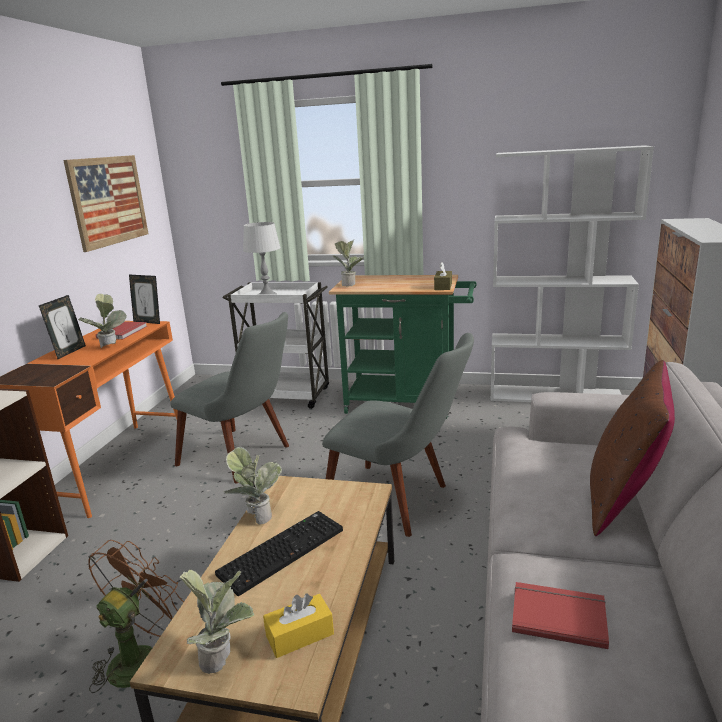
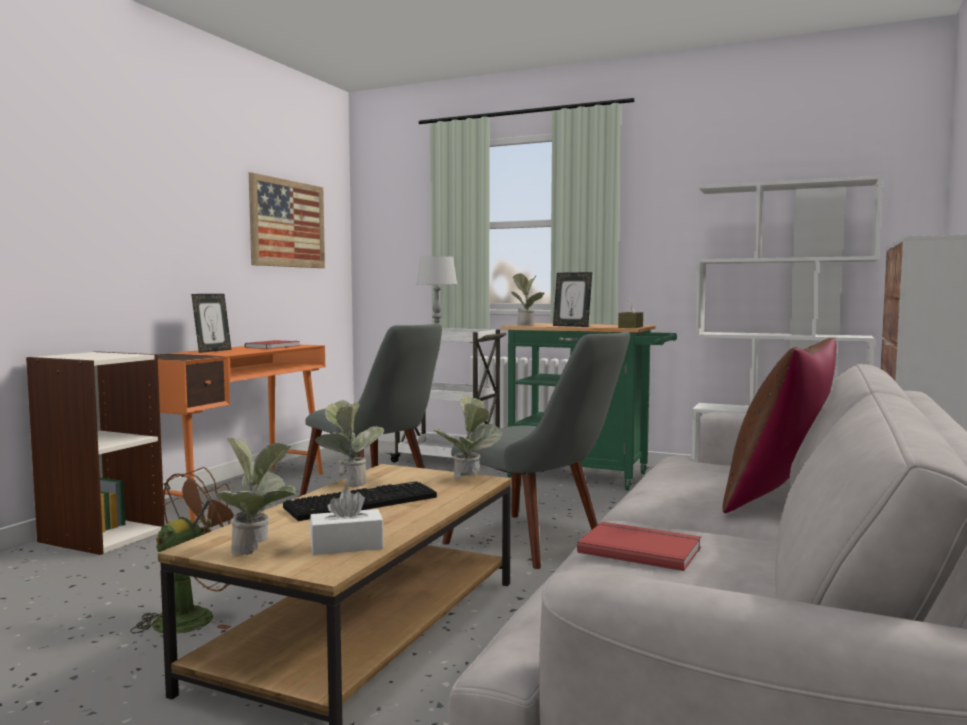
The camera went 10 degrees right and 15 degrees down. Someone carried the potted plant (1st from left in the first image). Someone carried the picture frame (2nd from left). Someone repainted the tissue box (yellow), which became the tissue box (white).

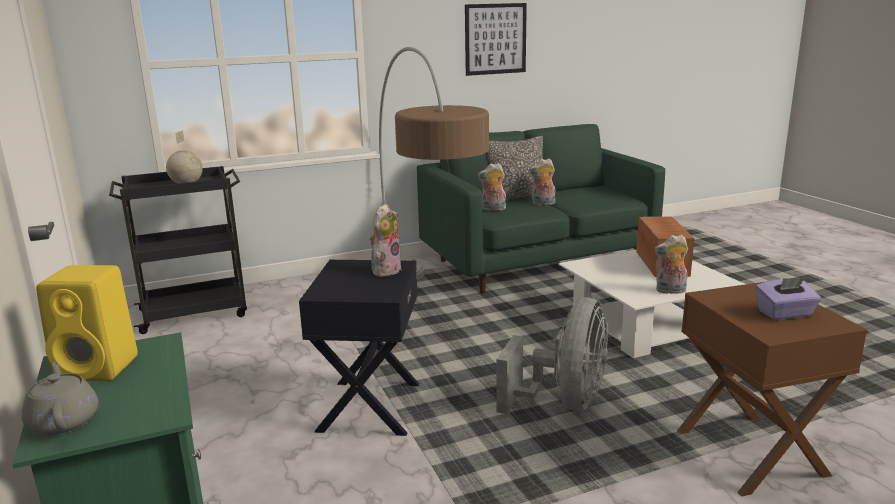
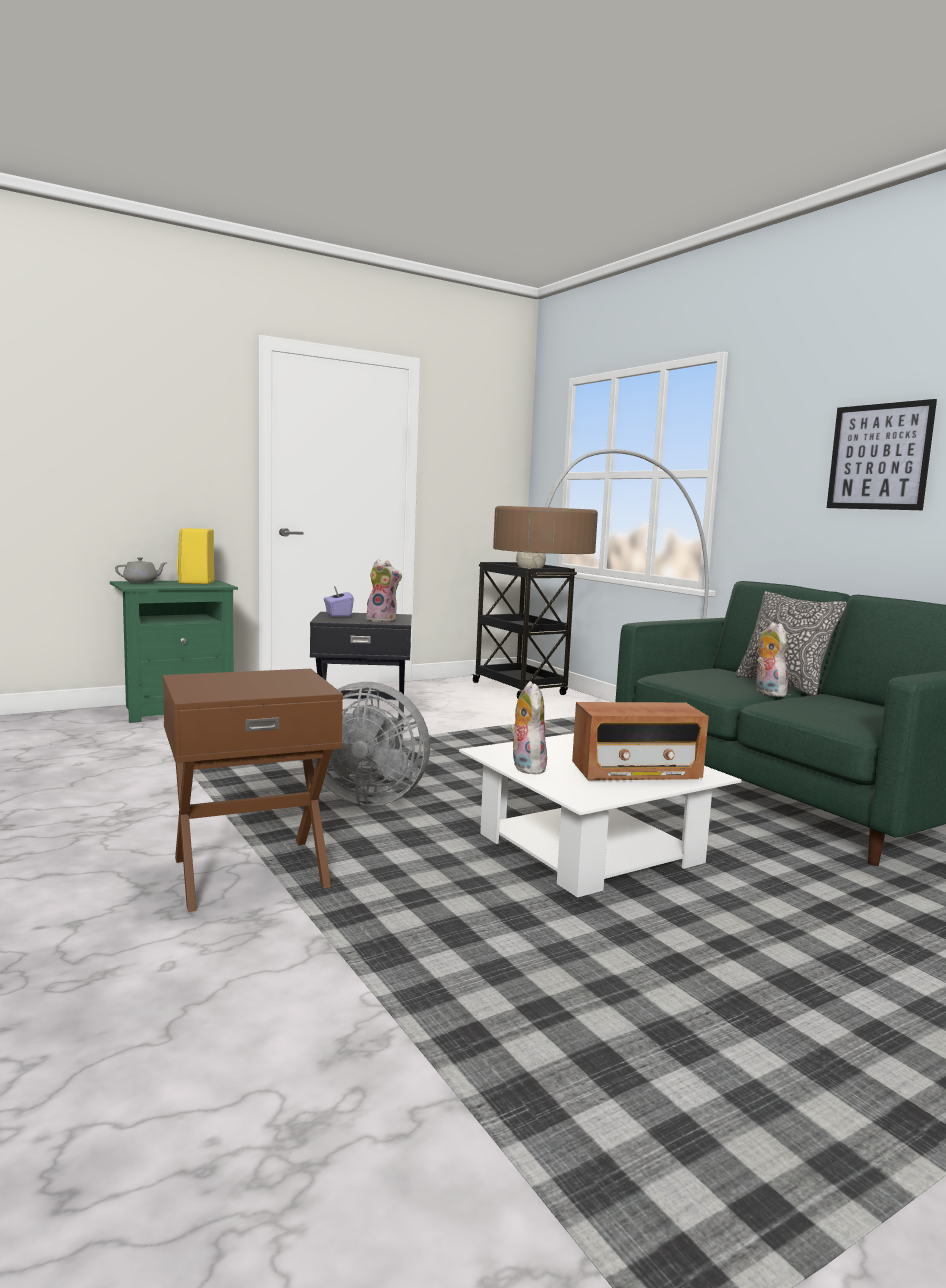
The camera went 80 degrees right and 10 degrees down. Someone took away the plush toy (2nd from left). Someone carried the tissue box (purple).

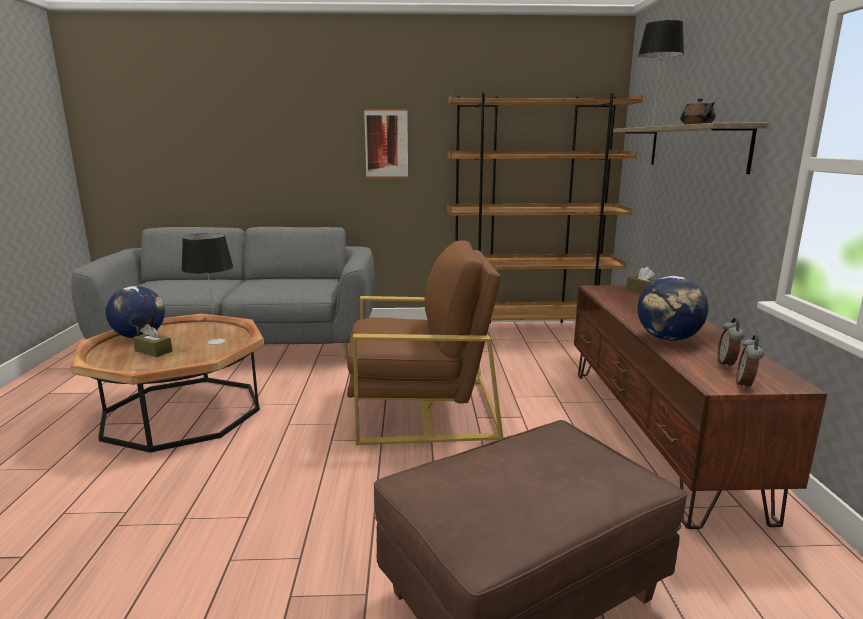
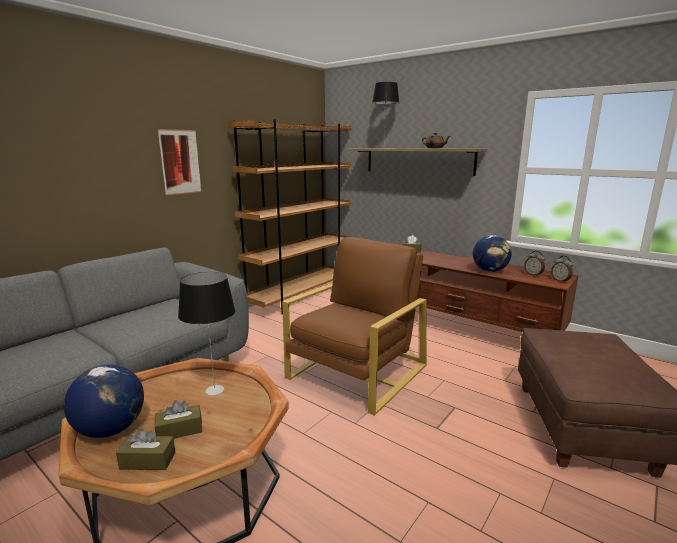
The camera went 50 degrees left and 0 degrees up. Someone put down the tissue box (brown) (1st from left).

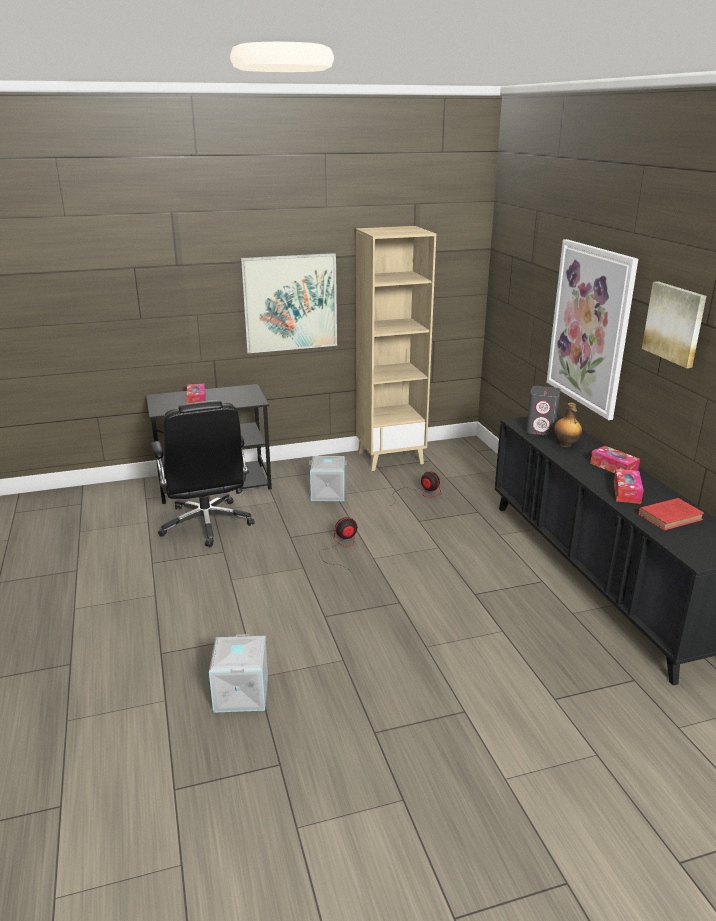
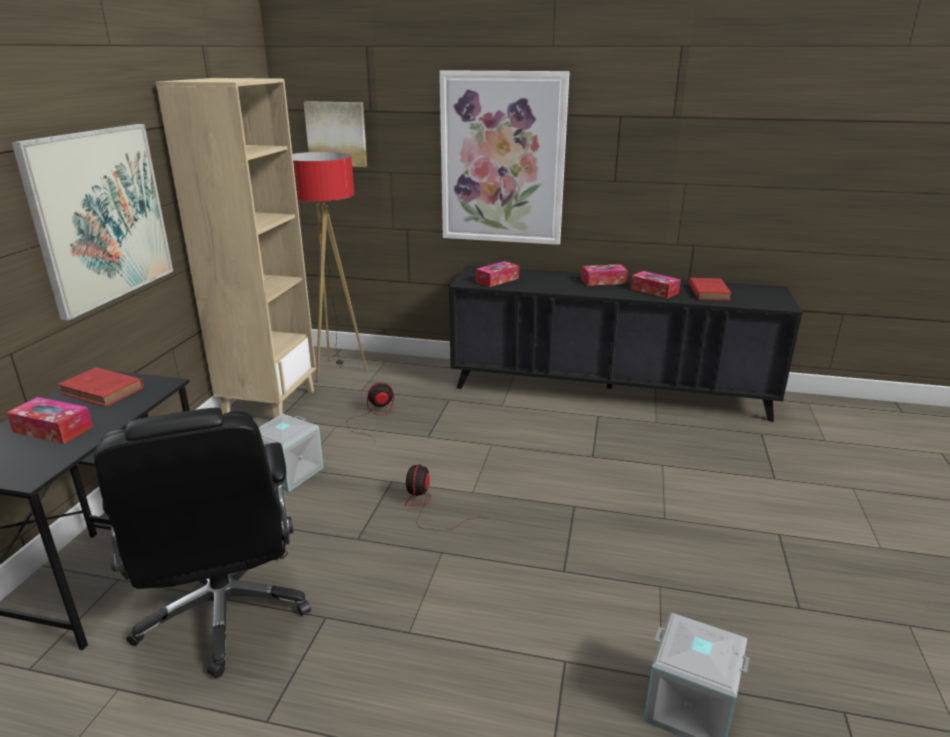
The camera went 60 degrees left and 0 degrees up. Someone rotated the office chair (black) by 60 degrees clockwise. Someone swapped the speaker (grey) for the tissue box (2nd from left). Someone took away the bottle. Someone carried the picture (3rd from left in the first image). Someone put down the book (red) (1st from left). Someone put down the floor lamp.

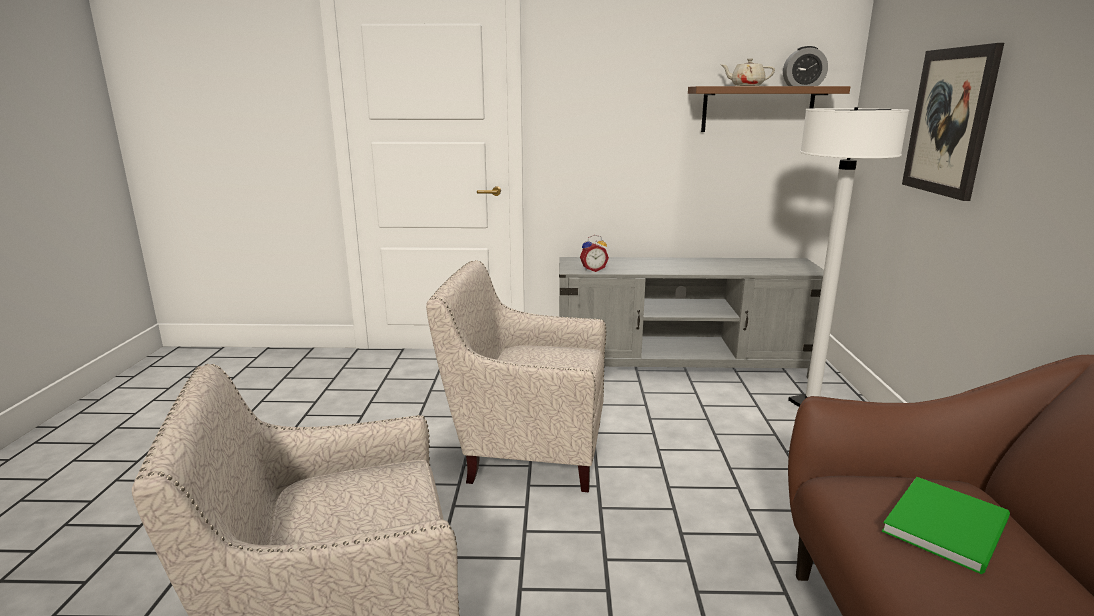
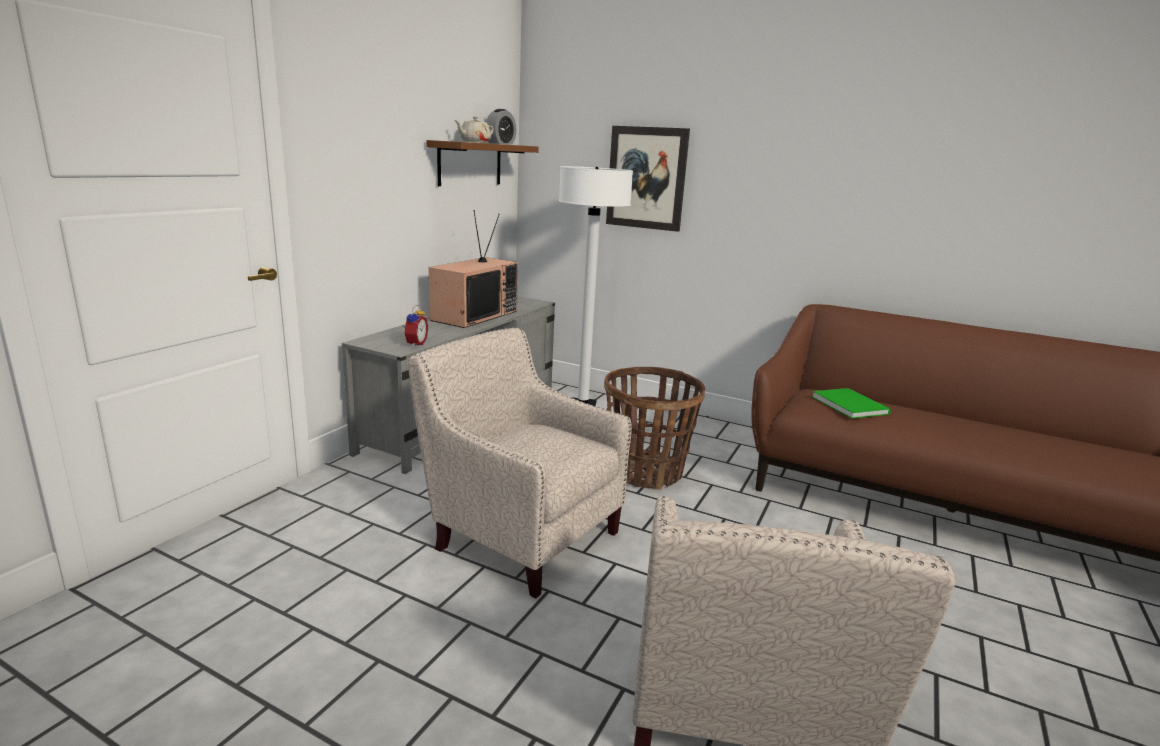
The camera went 65 degrees left and 0 degrees up. Someone rotated the armchair (beige) (2nd from left in the first image) by 90 degrees clockwise. Someone put down the television. Someone put down the basket.

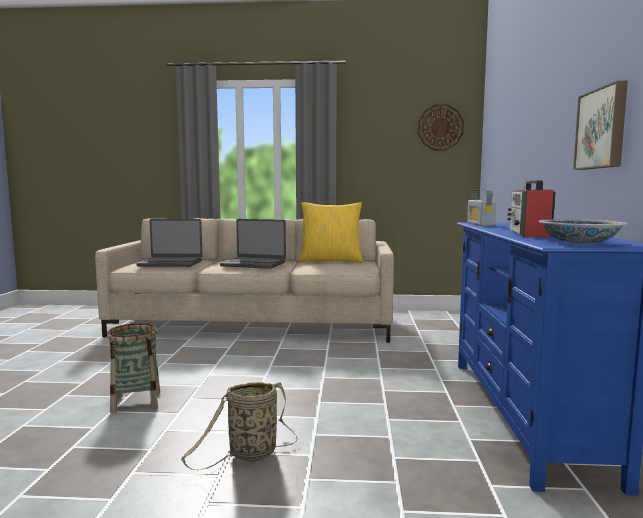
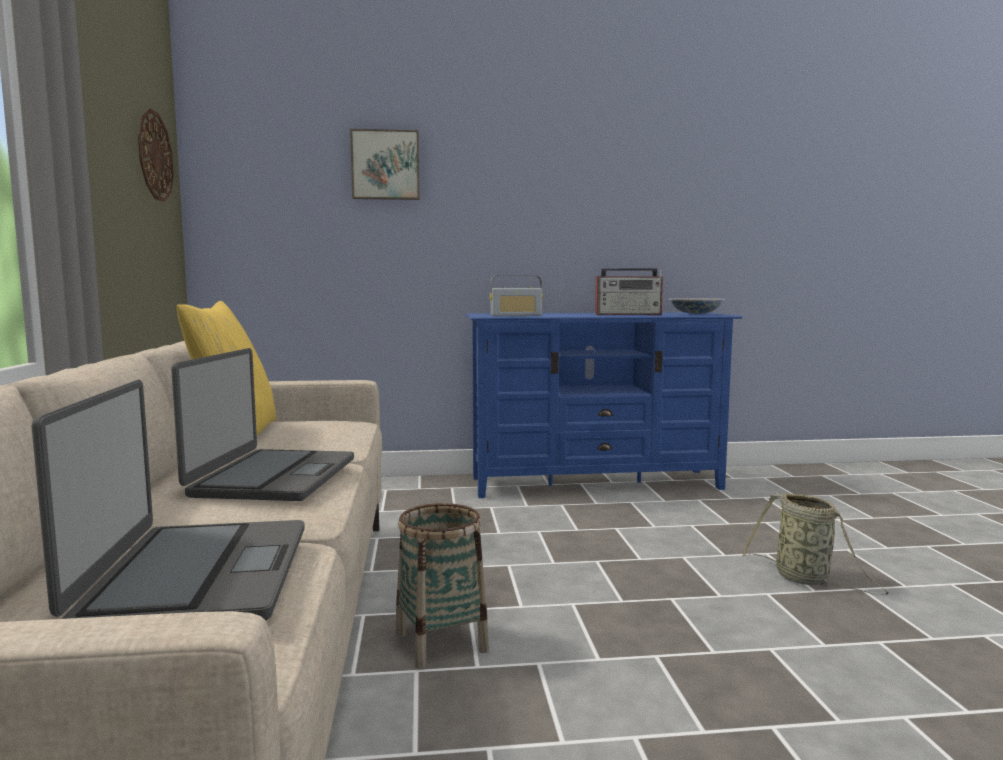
The camera went 100 degrees left and 0 degrees up. Someone carried the basket (1st from left). Someone carried the picture.

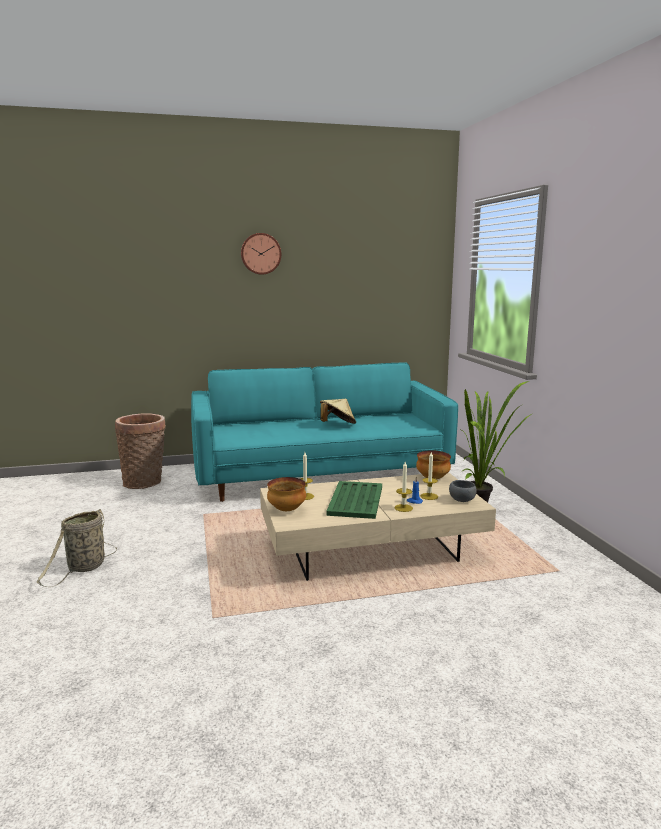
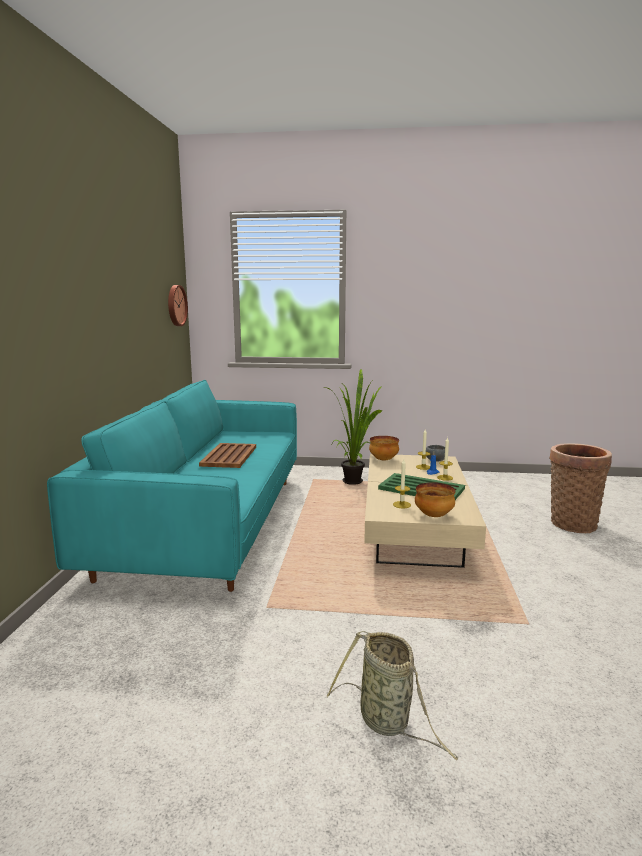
The camera went 70 degrees left and 0 degrees up. Someone carried the basket (2nd from left). Someone carried the wall clock. Someone swapped the hat (beige) for the tray (brown).

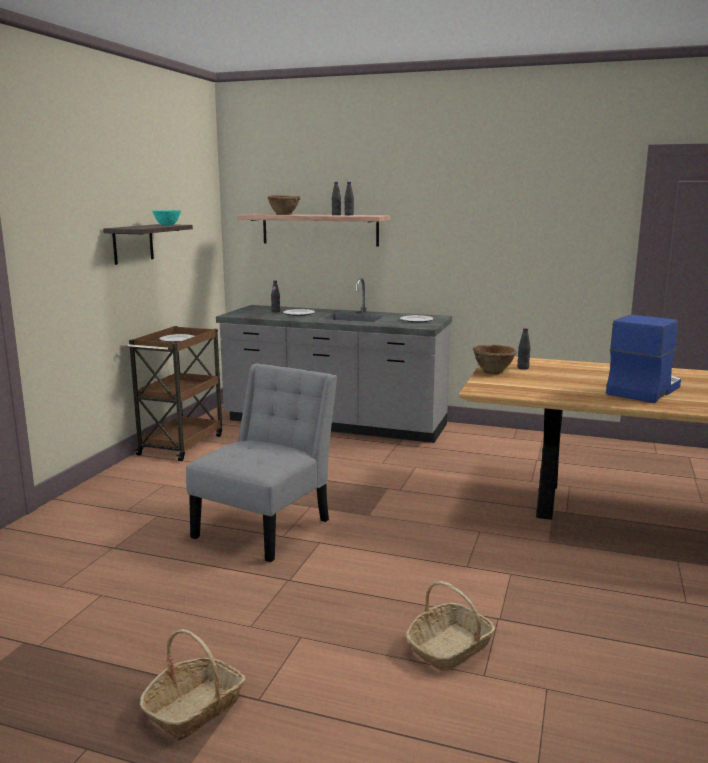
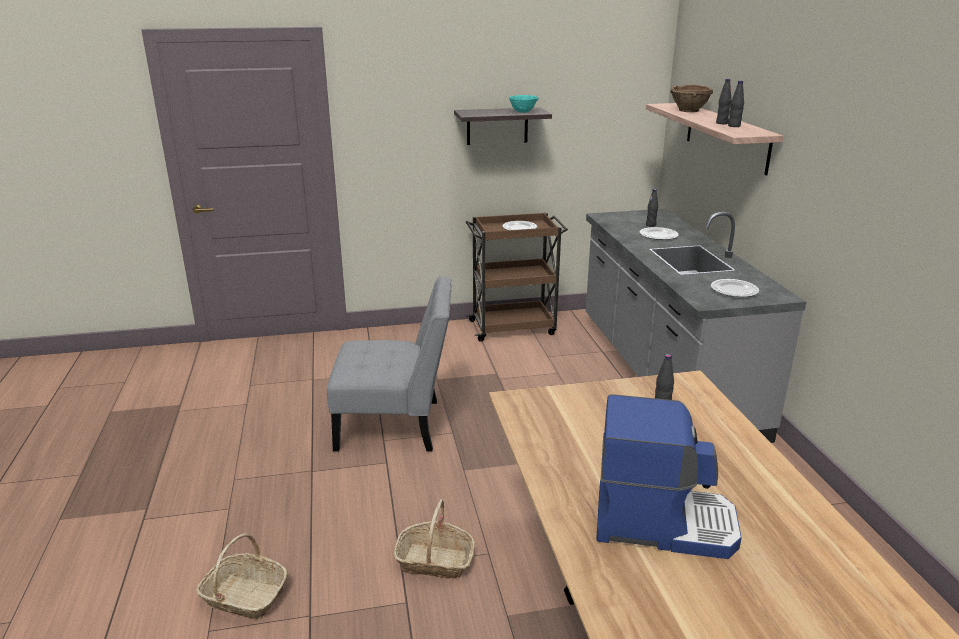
The camera went 60 degrees right and 10 degrees up. Someone carried the basket (1st from left in the first image). Someone took away the bowl (brown) (2nd from left).

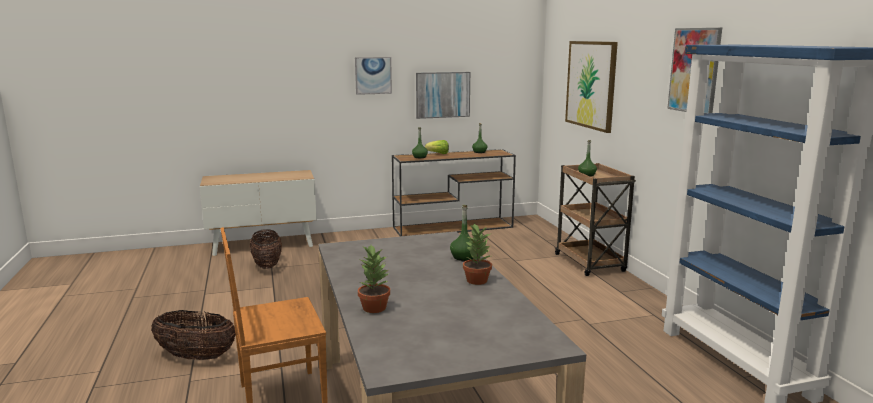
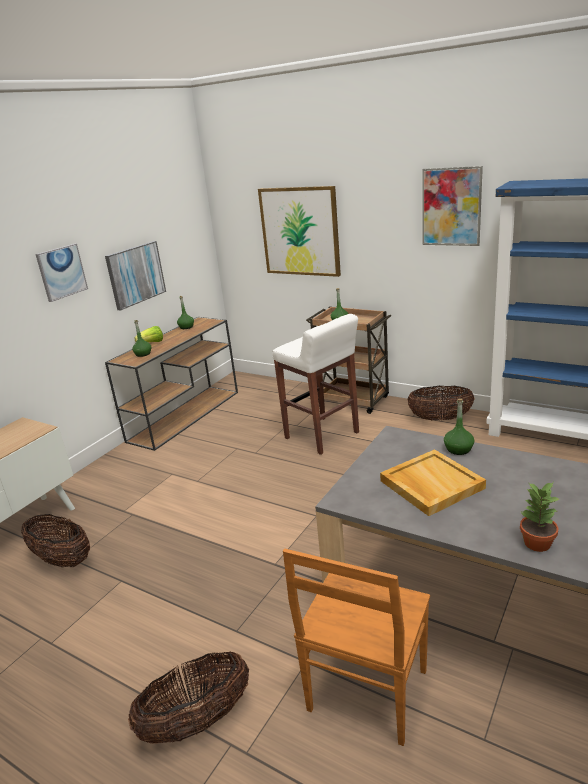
The camera went 40 degrees left and 10 degrees up. Someone took away the potted plant (2nd from left). Someone put down the stool (white). Someone put down the tray (beige). Someone put down the basket (3rd from left).

